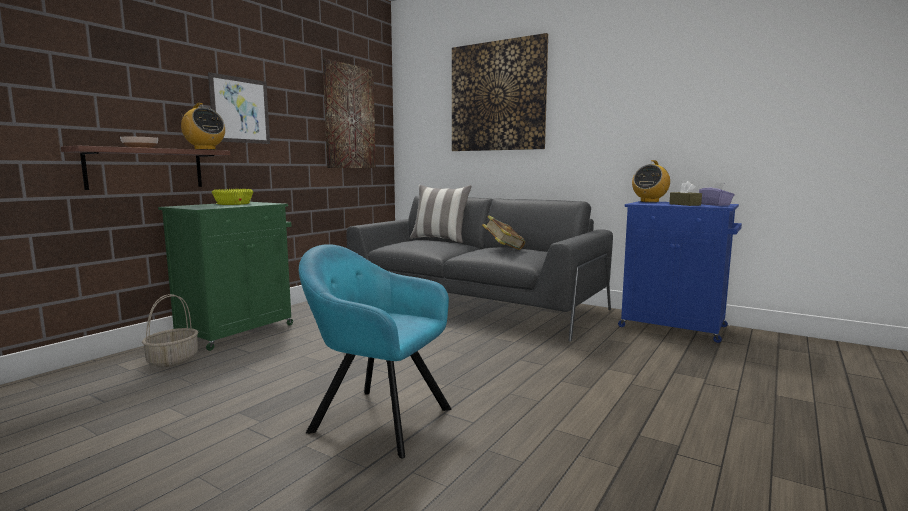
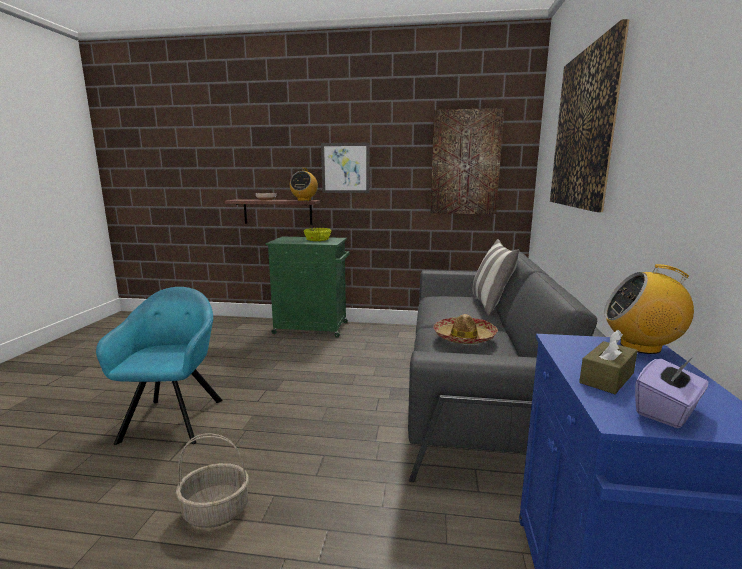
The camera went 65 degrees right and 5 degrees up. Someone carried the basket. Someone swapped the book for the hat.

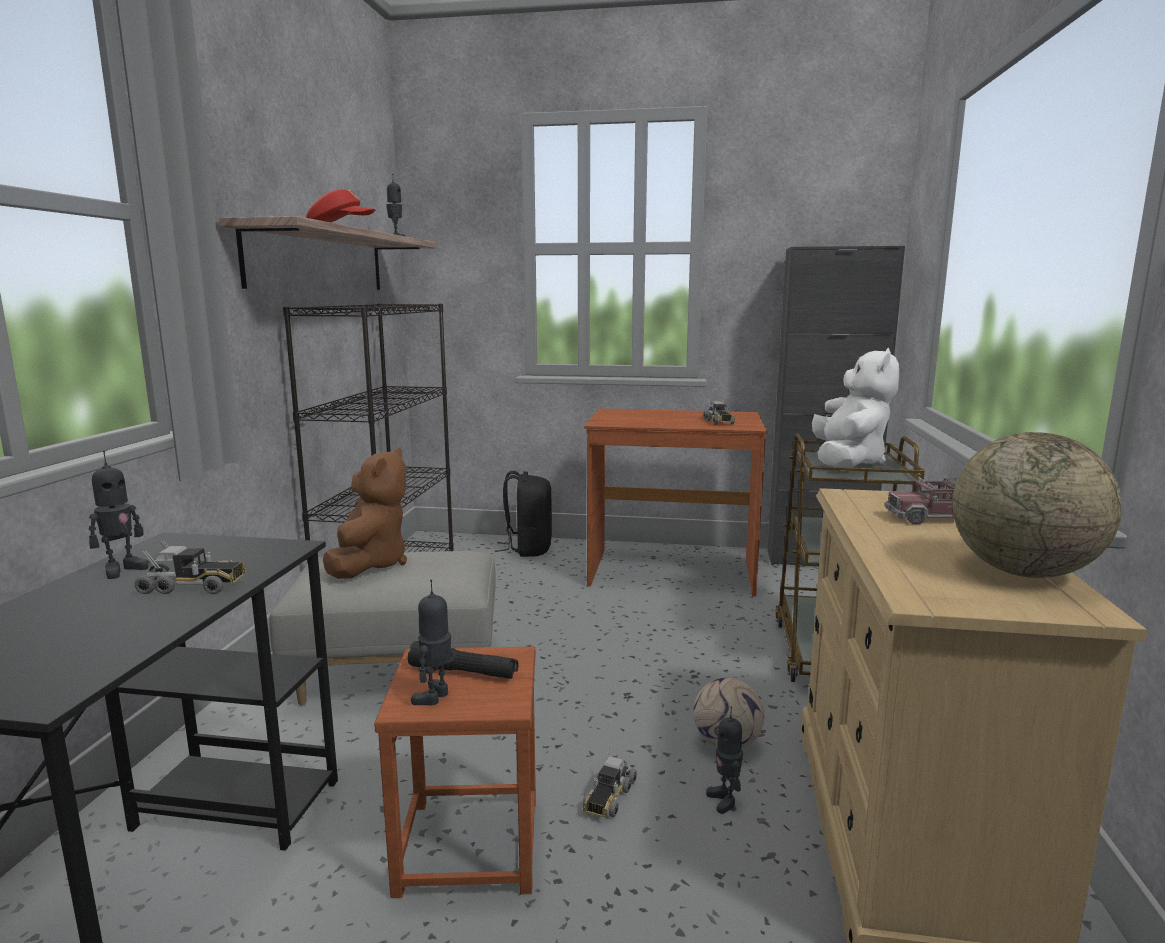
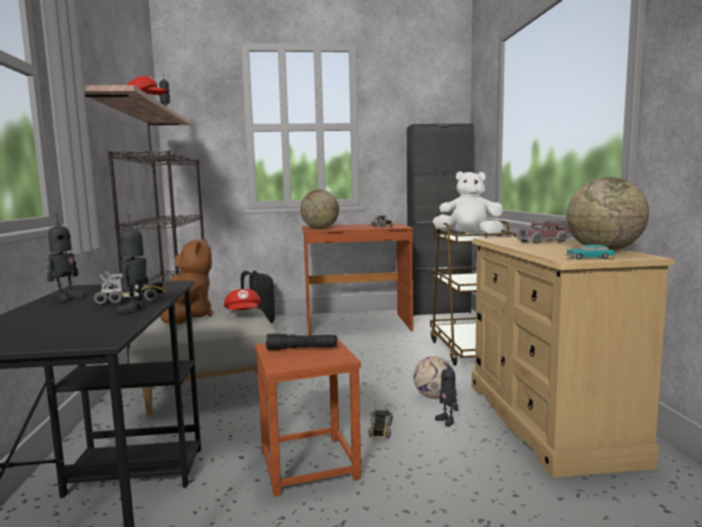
The camera went 15 degrees left and 5 degrees down. Someone carried the toy robot (3rd from left in the first image). Someone rotated the plush toy (white) by 75 degrees counterclockwise. Someone put down the cap (red) (2nd from left). Someone put down the globe (1st from left). Someone put down the toy car.

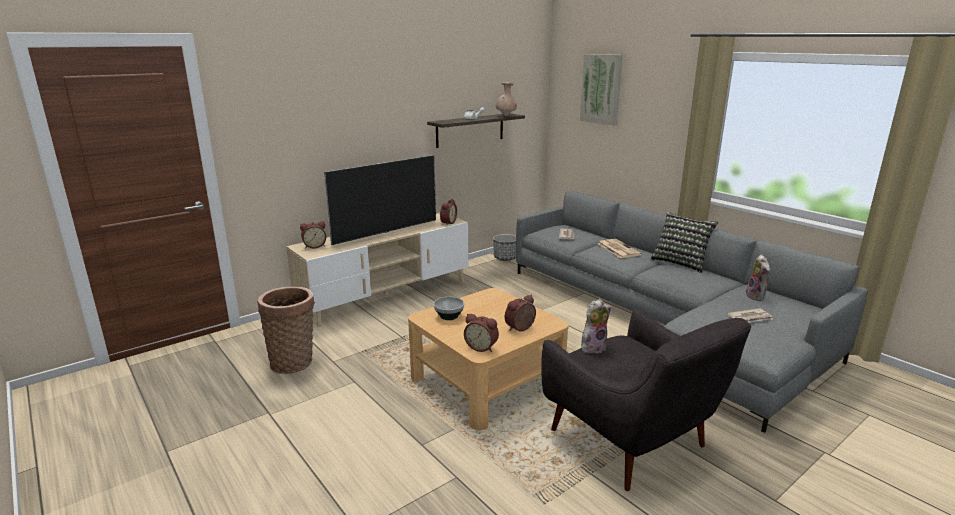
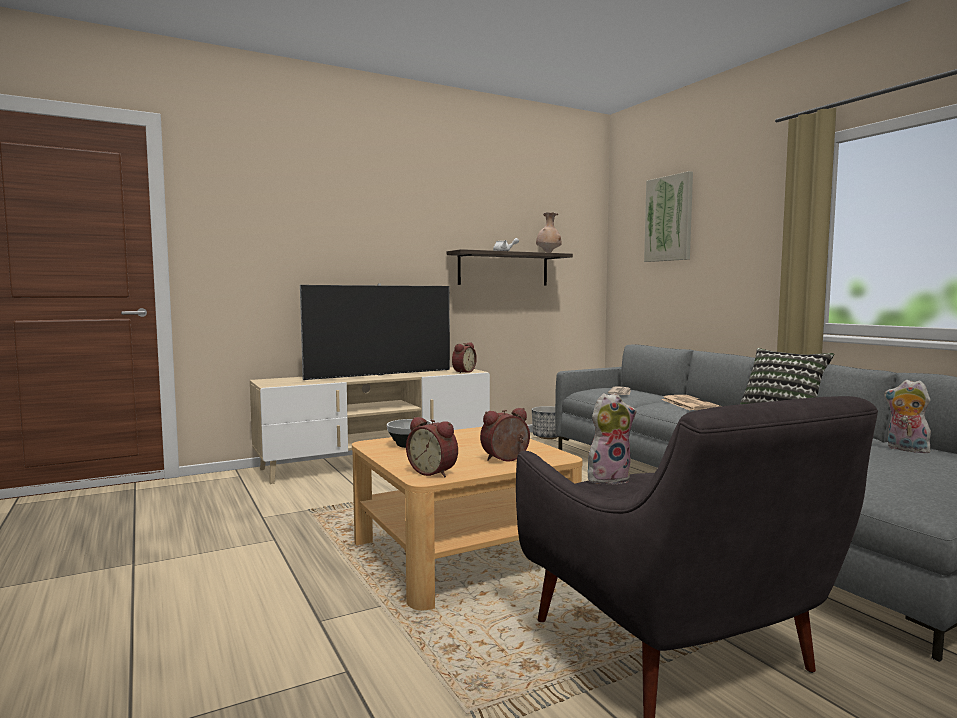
The camera went 10 degrees right and 15 degrees down. Someone took away the basket. Someone took away the alarm clock (1st from left). Someone took away the newspaper (3rd from left). Someone rotated the plush toy (2nd from left) by 135 degrees clockwise.

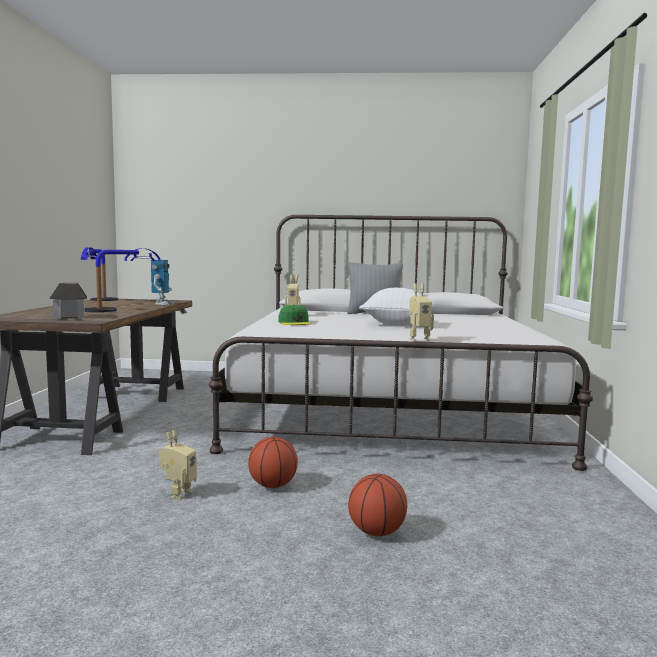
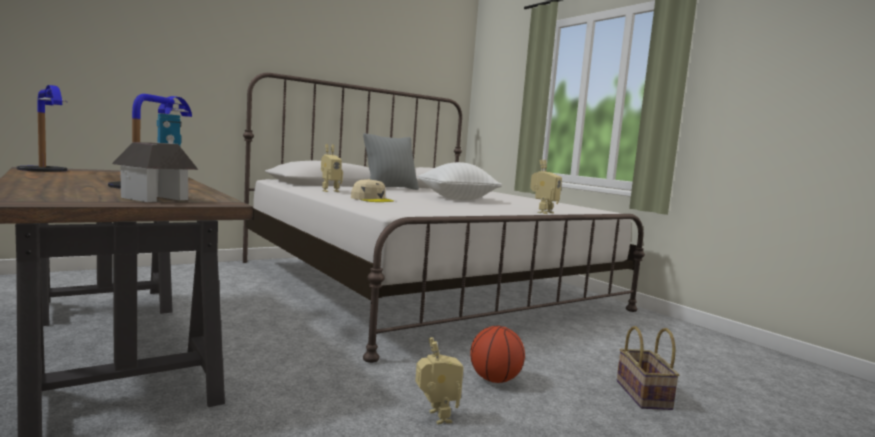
The camera went 40 degrees left and 0 degrees up. Someone repainted the cap (green), which became the cap (beige). Someone swapped the basketball (2nd from left) for the basket.

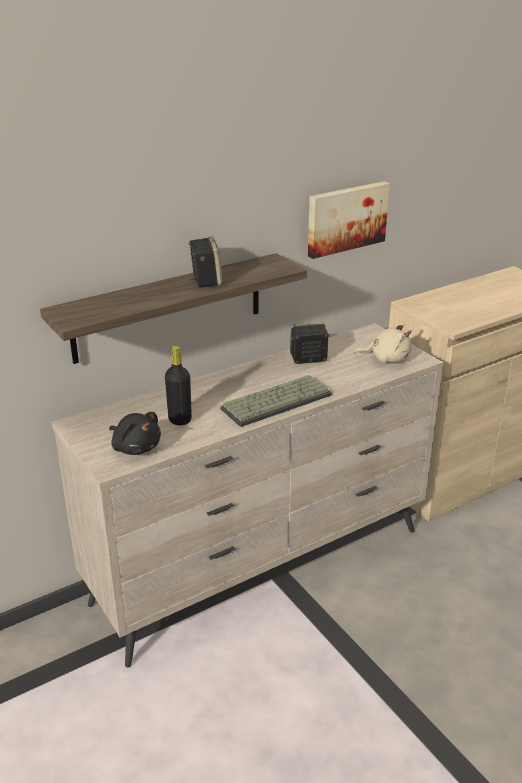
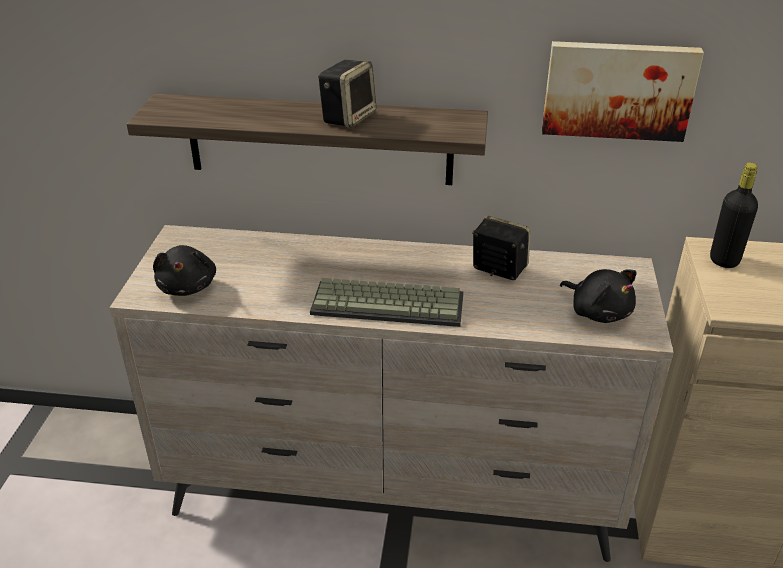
The camera went 40 degrees right and 5 degrees up. Someone carried the bottle (black). Someone repainted the plush toy (beige), which became the plush toy (black) (2nd from left).

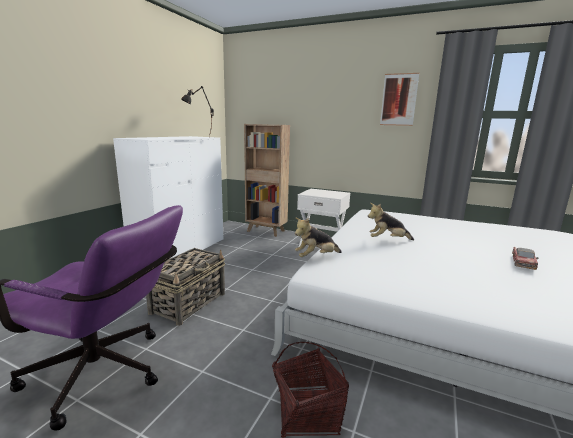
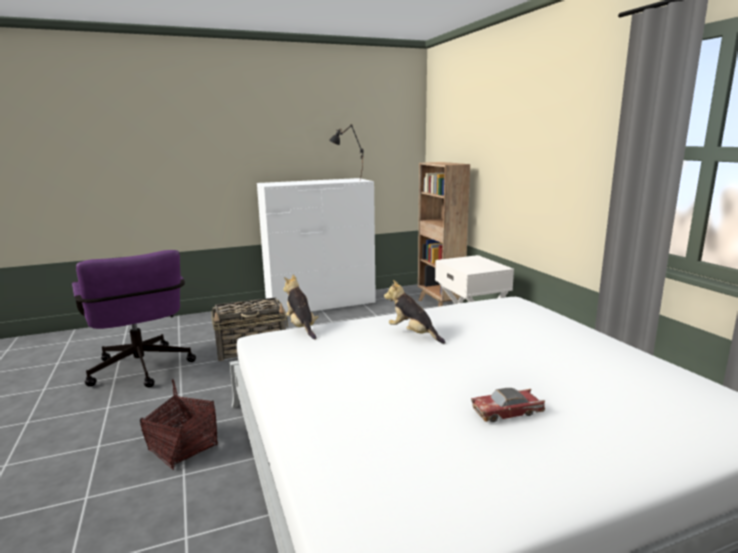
The camera went 45 degrees right and 0 degrees up. Someone rotated the plush toy (1st from left) by 45 degrees clockwise. Someone took away the picture.

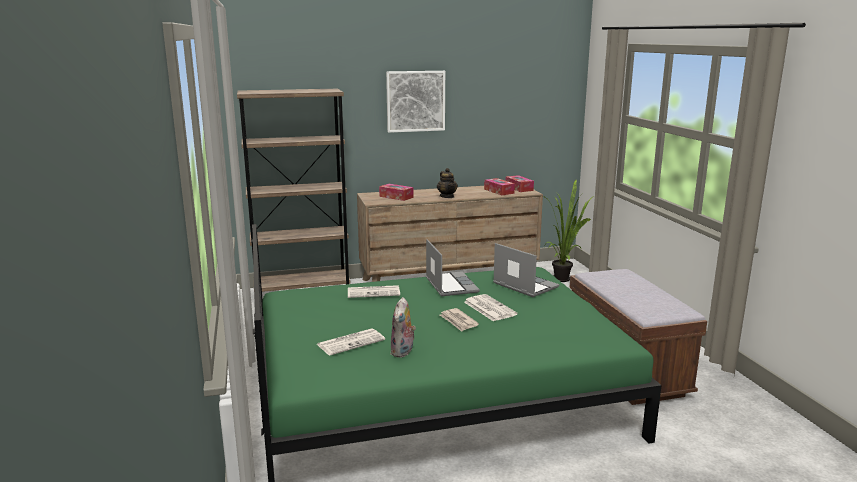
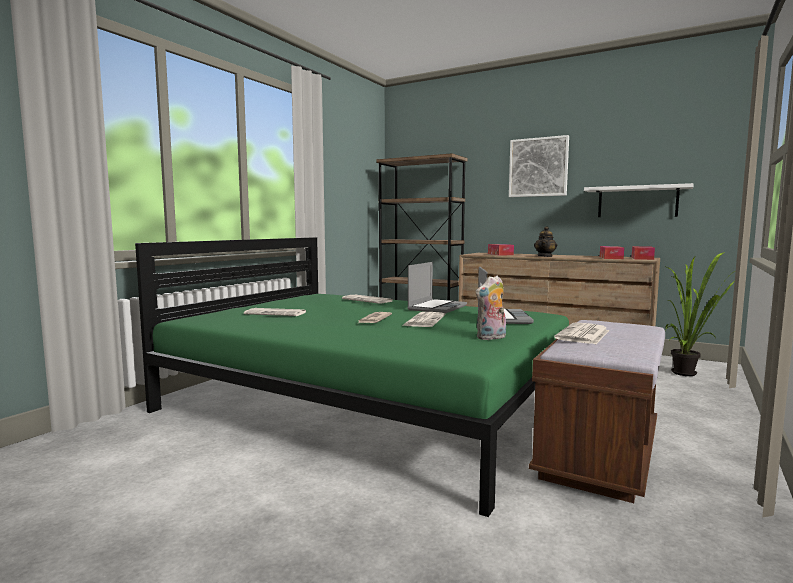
The camera went 45 degrees right and 10 degrees down. Someone carried the plush toy. Someone put down the newspaper (5th from left). Someone put up the shelf (white).

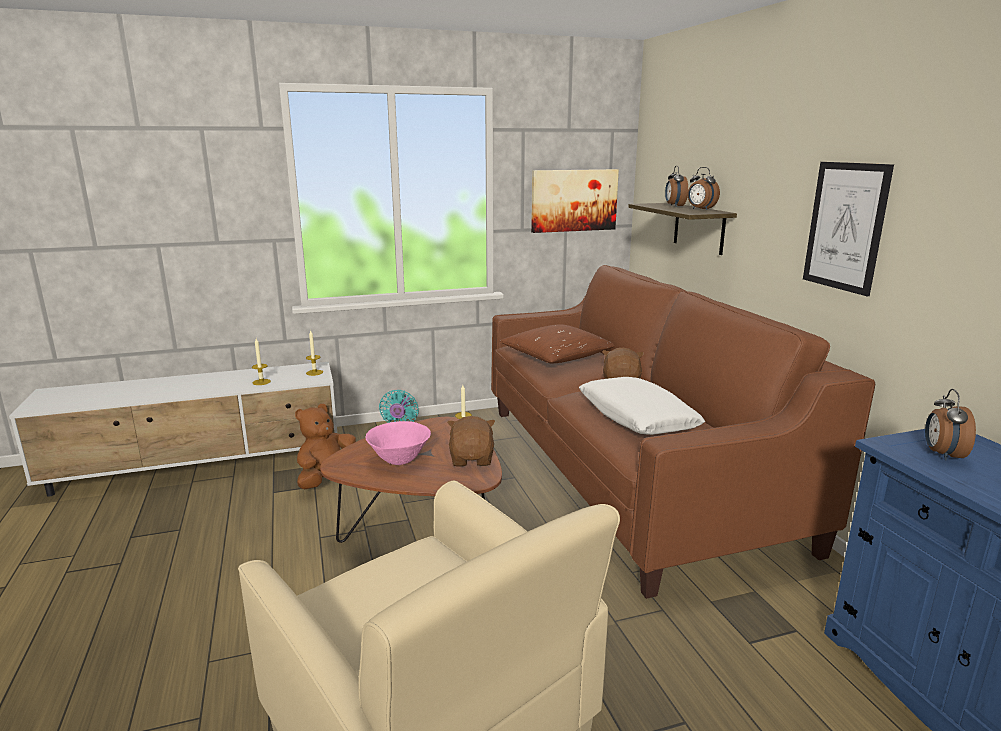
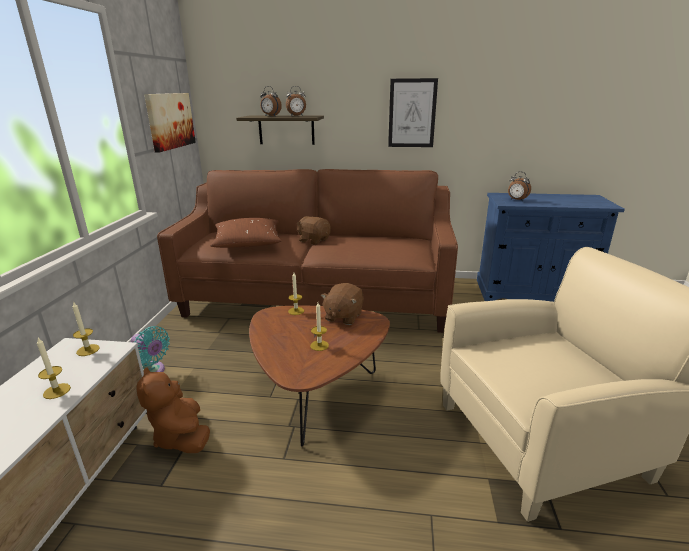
The camera went 65 degrees left and 5 degrees up. Someone swapped the bowl (pink) for the candle (4th from left). Someone rotated the plush toy (brown) (2nd from left in the first image) by 90 degrees counterclockwise. Someone took away the pillow (white).

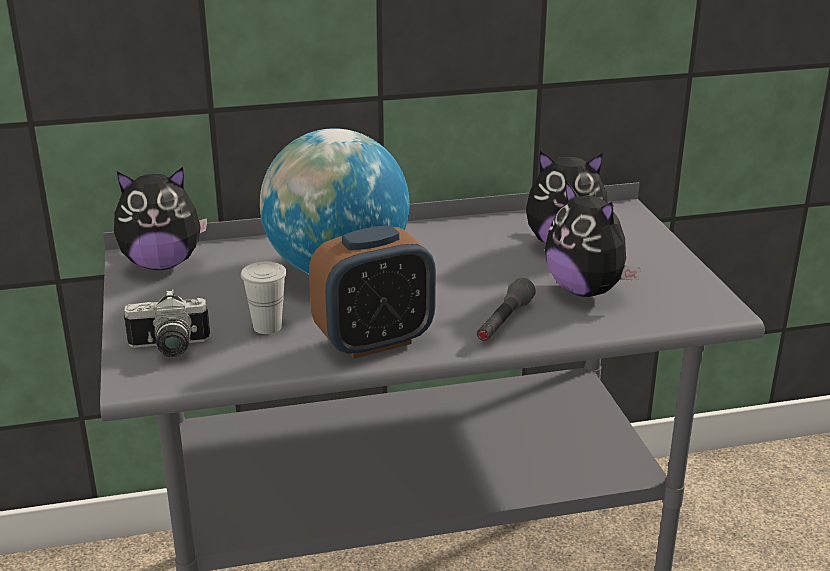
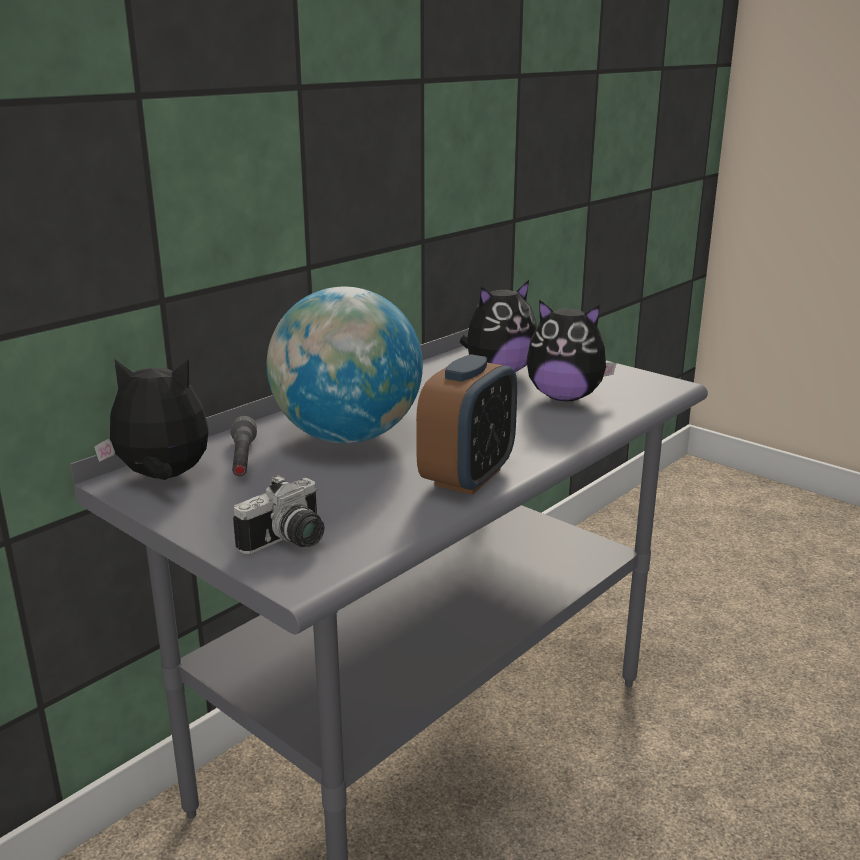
The camera went 35 degrees left and 5 degrees down. Someone rotated the plush toy (1st from left) by 135 degrees counterclockwise. Someone took away the cup (white). Someone carried the flashlight (grey).

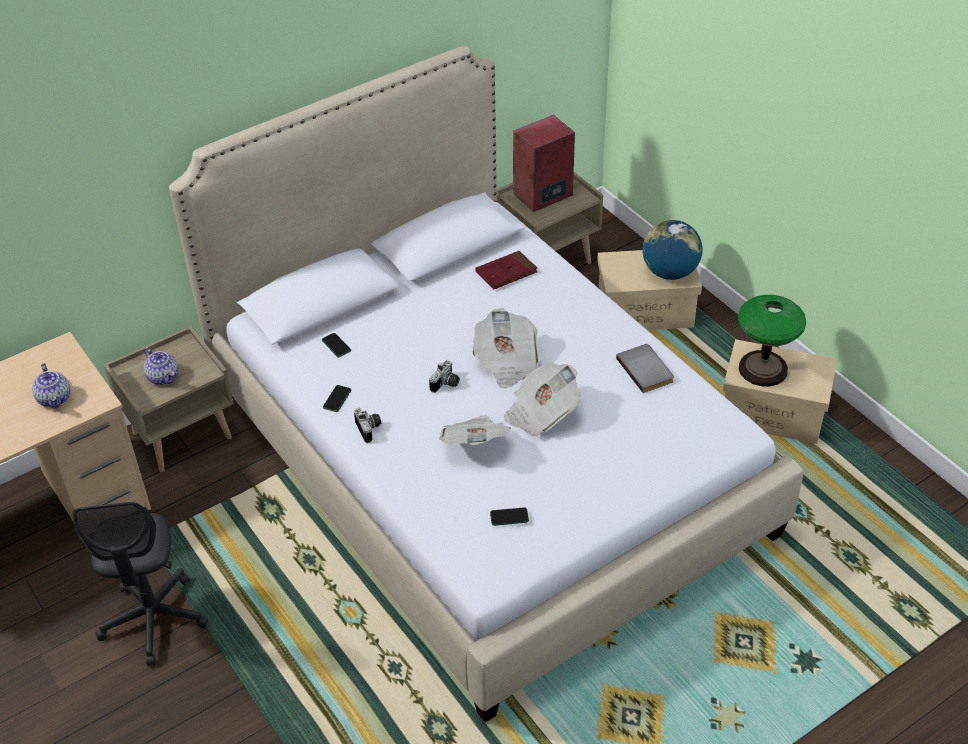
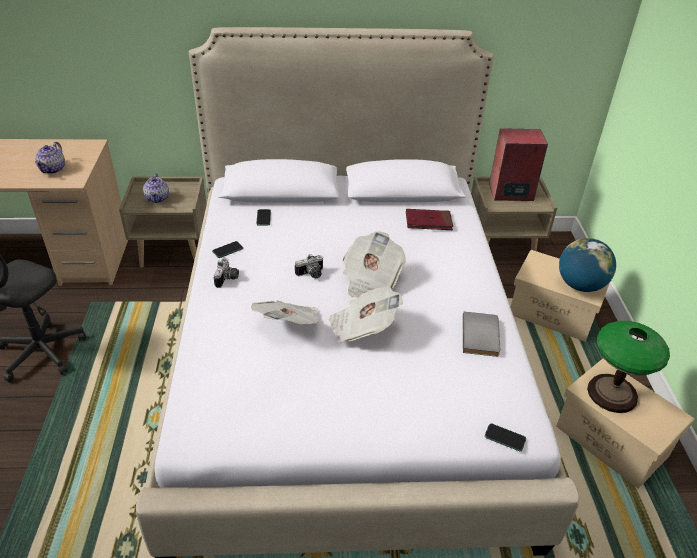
The camera went 30 degrees right and 5 degrees down. Someone carried the phone (3rd from left).

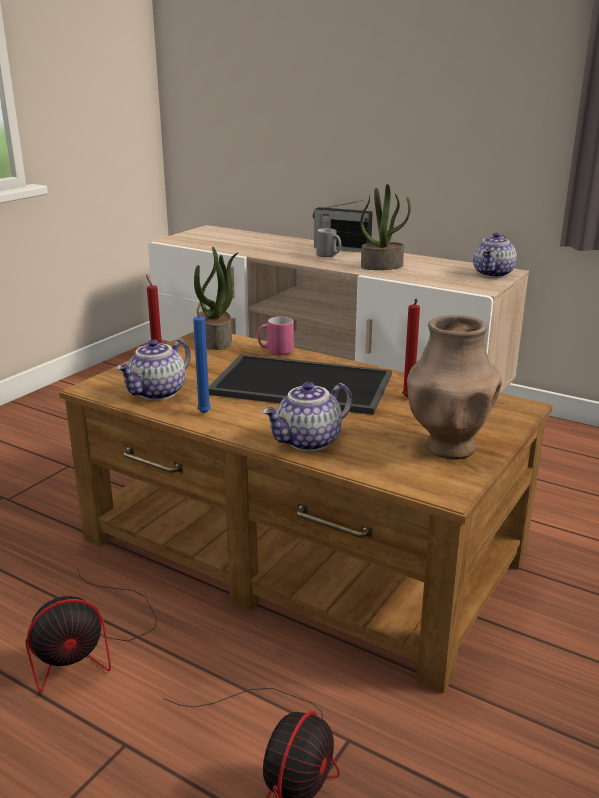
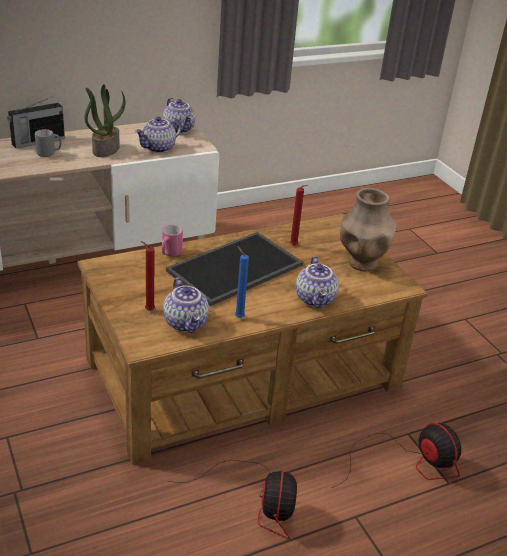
The camera went 60 degrees left and 10 degrees up. Someone took away the potted plant (1st from left). Someone put down the teapot (1st from left).

